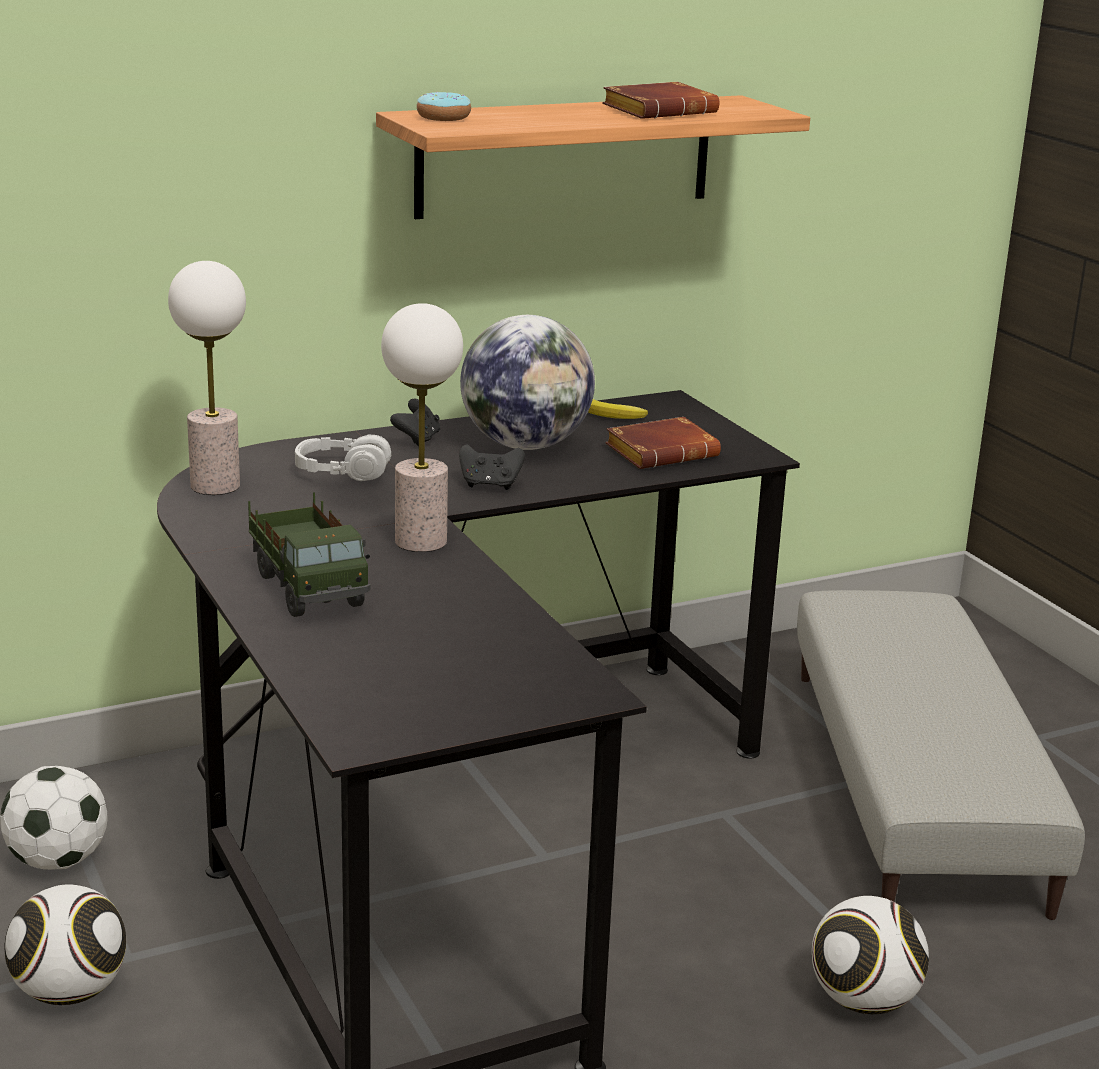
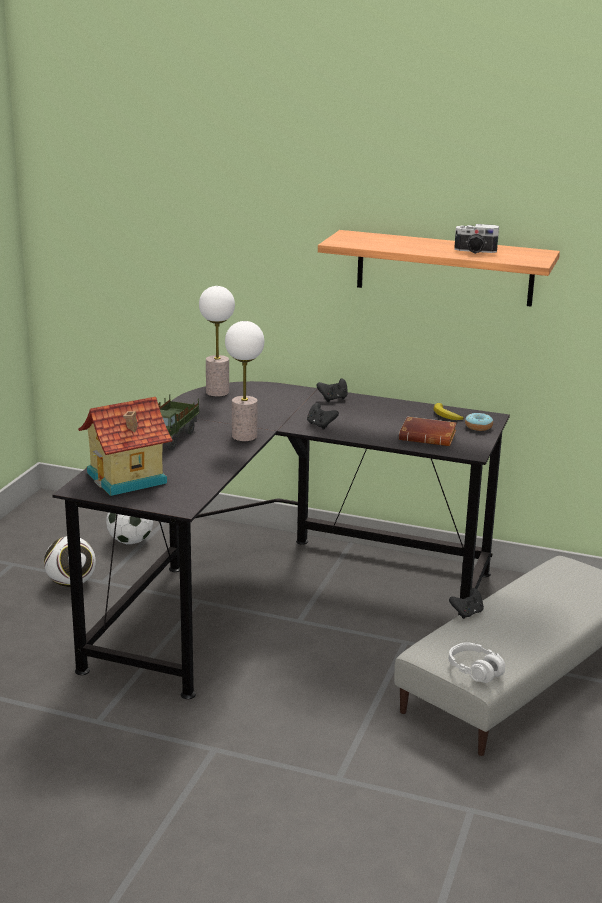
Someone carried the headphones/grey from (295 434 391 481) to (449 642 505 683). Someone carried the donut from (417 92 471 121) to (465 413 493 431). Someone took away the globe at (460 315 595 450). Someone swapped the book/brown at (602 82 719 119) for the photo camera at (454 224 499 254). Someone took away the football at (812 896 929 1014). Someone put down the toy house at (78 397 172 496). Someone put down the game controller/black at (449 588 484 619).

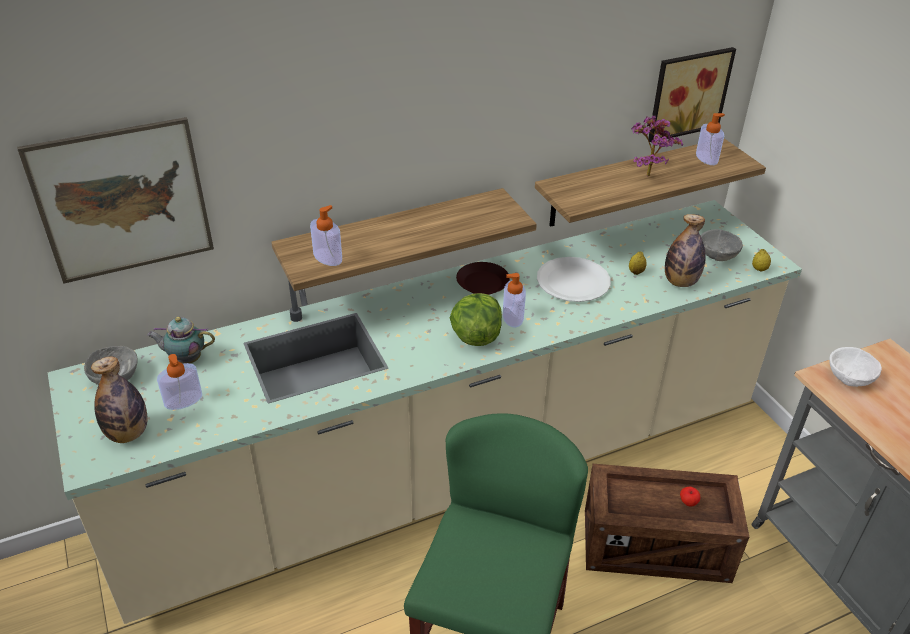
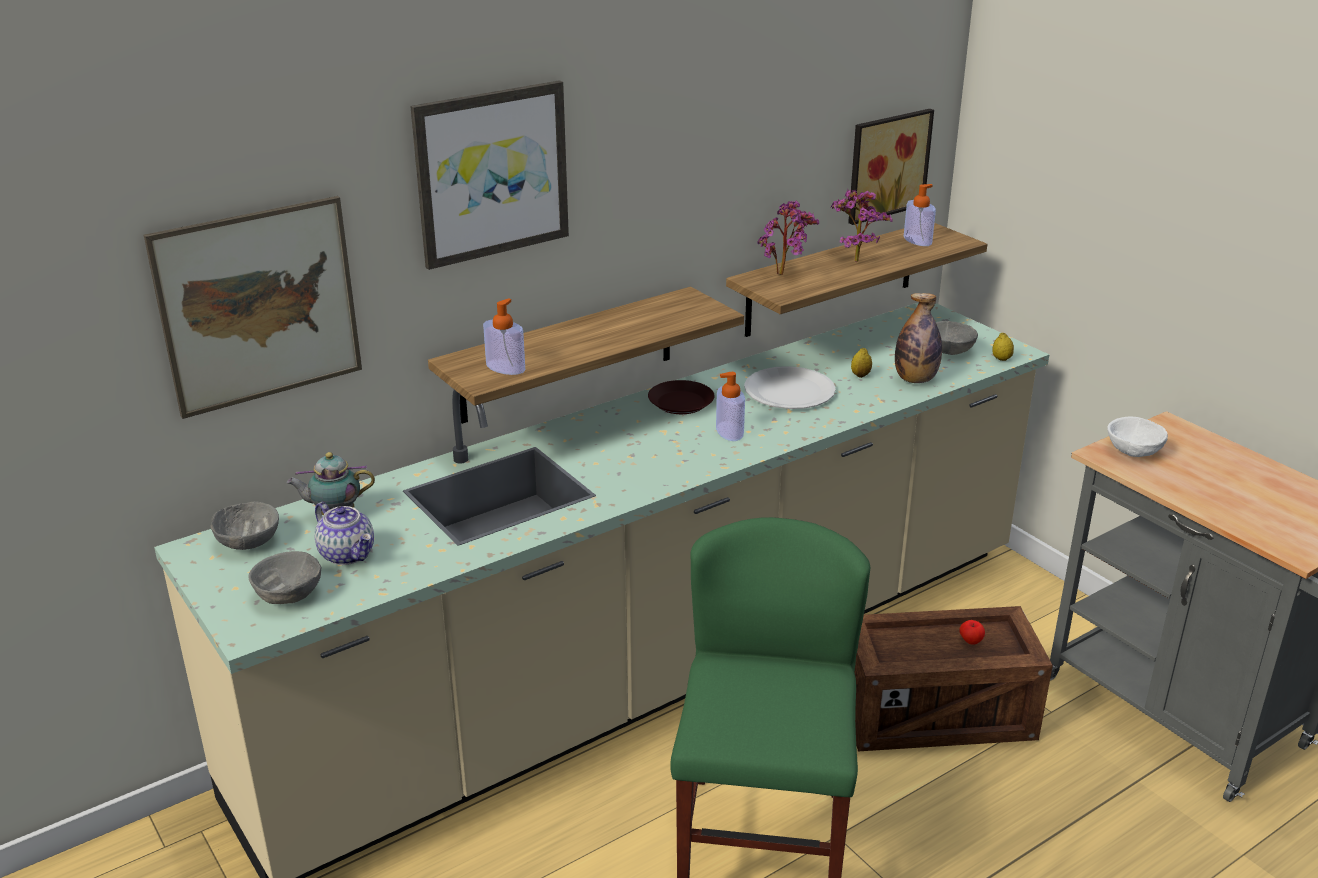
Someone swapped the bottle at (91 356 148 443) for the bowl/grey at (248 551 321 604). Someone swapped the soap dispenser at (157 354 202 410) for the teapot at (315 502 374 565). Someone took away the lettuce at (450 293 502 346). Someone put up the picture at (410 80 569 270). Someone put down the potted plant at (758 201 819 275).

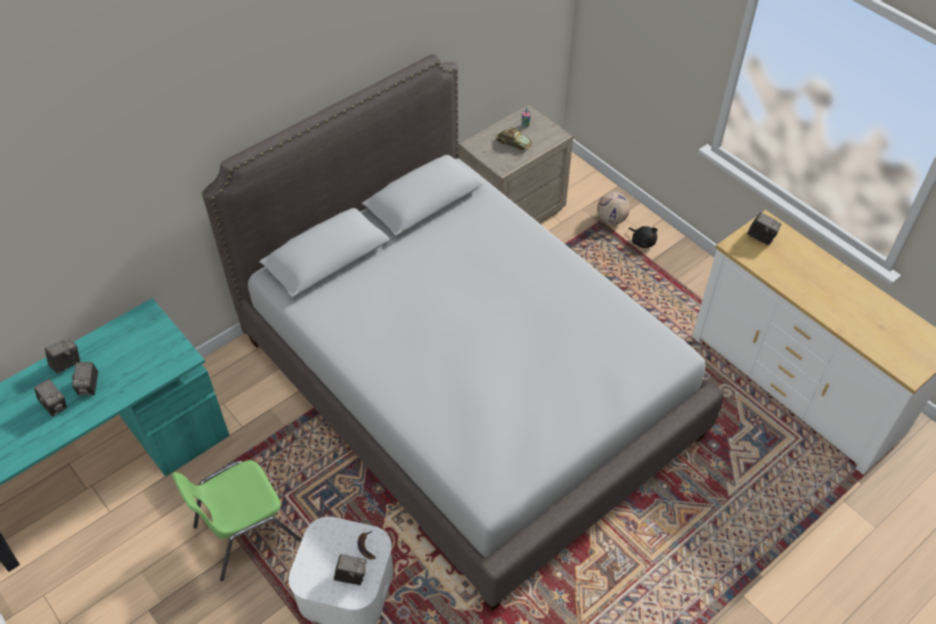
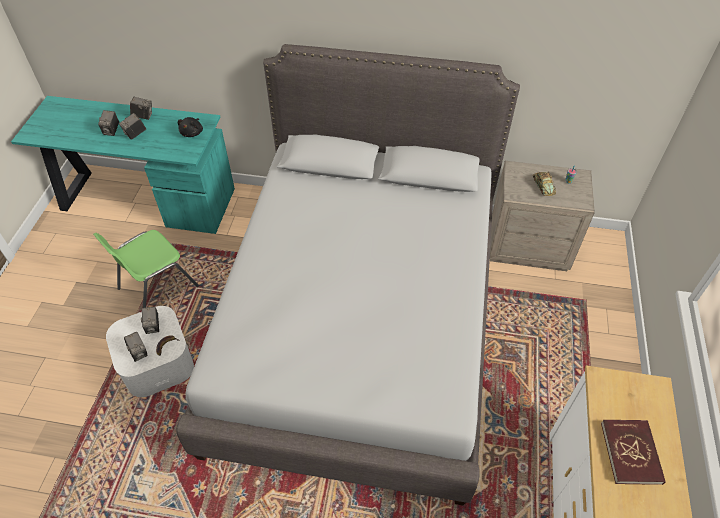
Someone rotated the chair/green at (172 460 302 581) by 60 degrees counterclockwise. Someone took away the football at (597 192 630 225). Someone carried the plush toy/black from (629 226 657 248) to (178 117 203 137). Someone carried the photo camera from (747 212 782 245) to (141 307 159 334). Someone put down the book/red at (601 420 666 485).

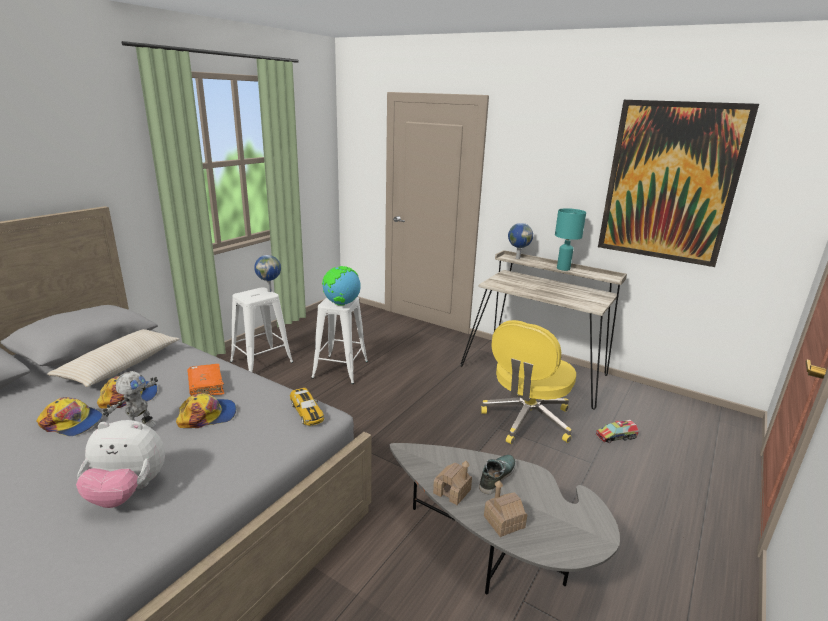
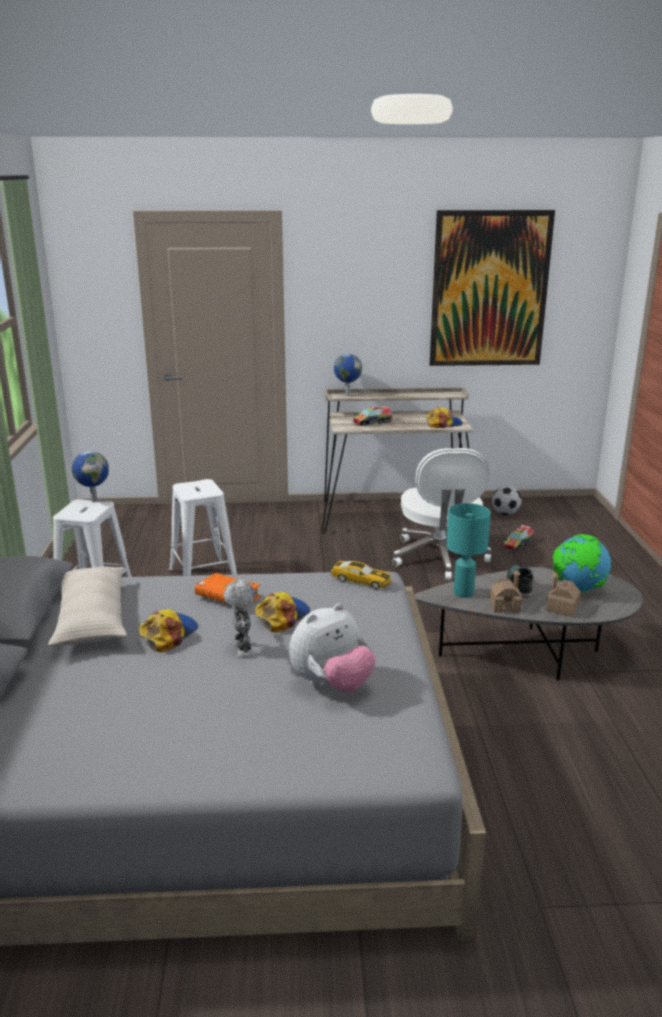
Someone carried the cap from (36 397 103 436) to (426 407 462 428). Someone carried the globe from (322 266 361 306) to (553 534 611 592). Someone repainted the office chair/yellow at (481 320 576 444), which became the office chair/white at (393 448 491 580). Someone carried the table lamp/turquoise from (555 208 586 271) to (446 503 491 598). Someone put down the toy truck at (353 406 392 427). Someone put down the football at (492 486 522 515).

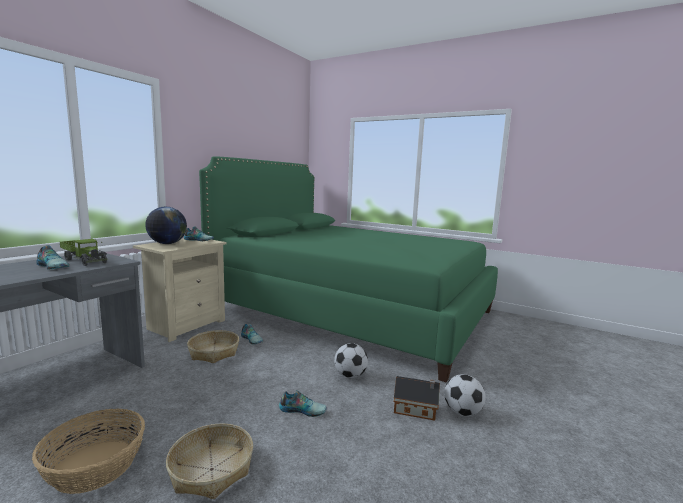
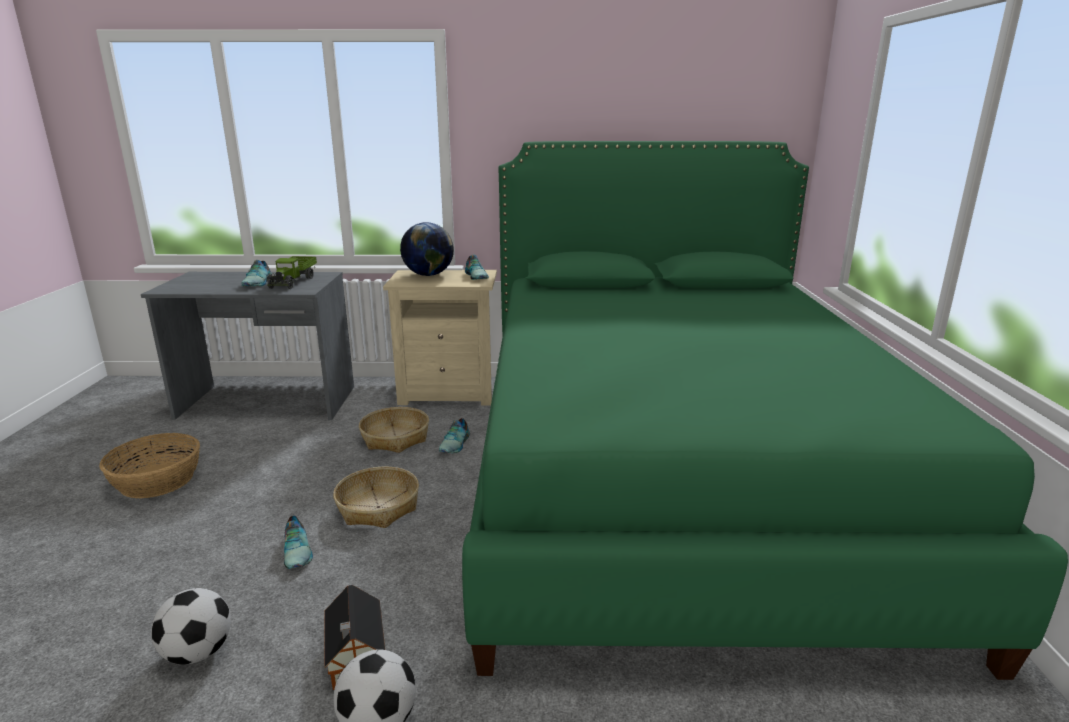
Someone carried the basket from (166 423 253 499) to (333 467 419 528). Someone carried the football from (334 343 368 378) to (151 588 231 665).

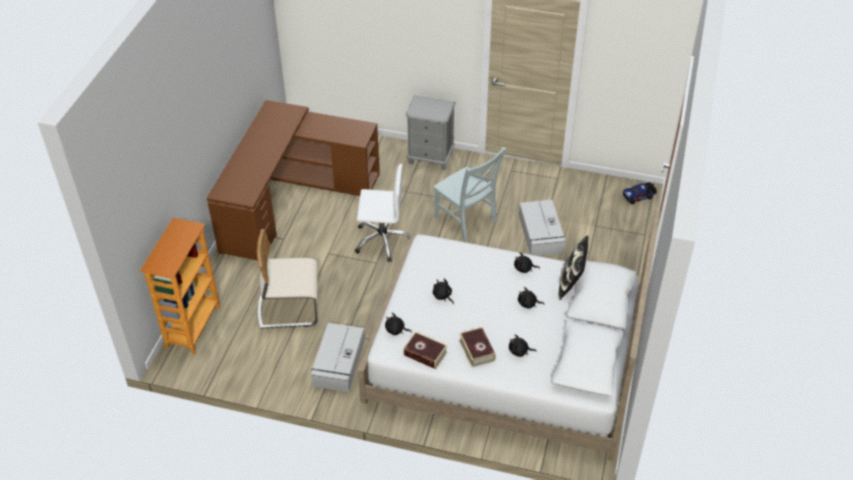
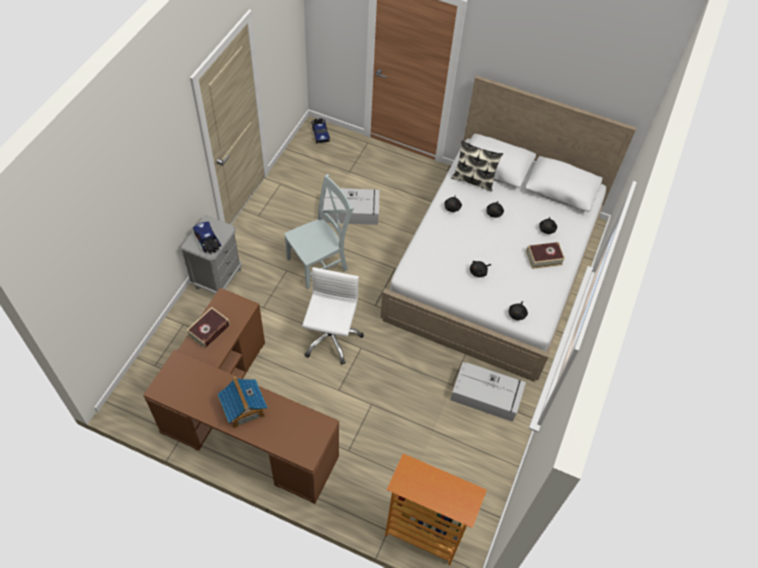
Someone took away the chair/beige at (257 229 318 329). Someone carried the book from (403 332 447 369) to (187 307 230 348). Someone put down the toy truck at (193 221 221 254). Someone put down the toy house at (218 376 267 428).

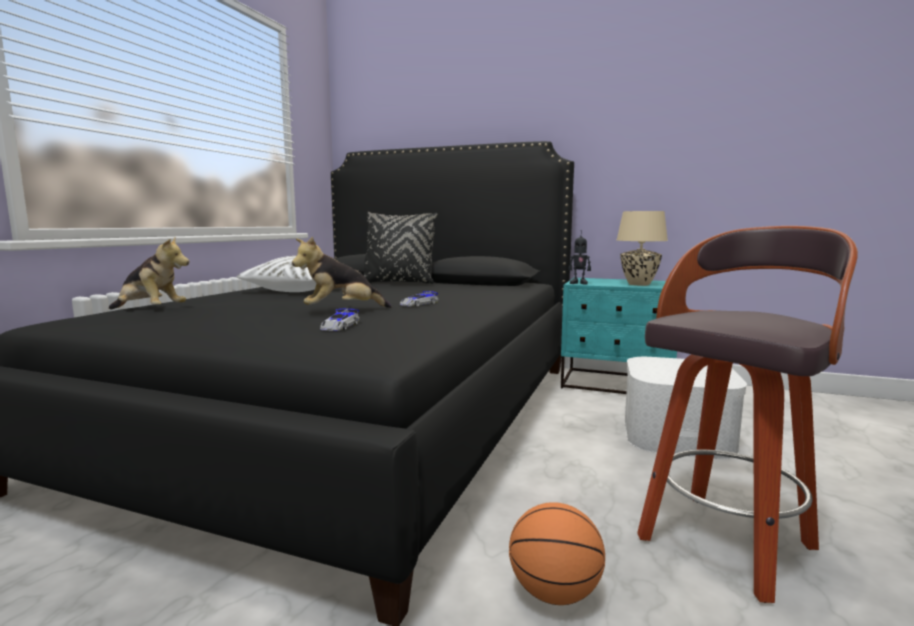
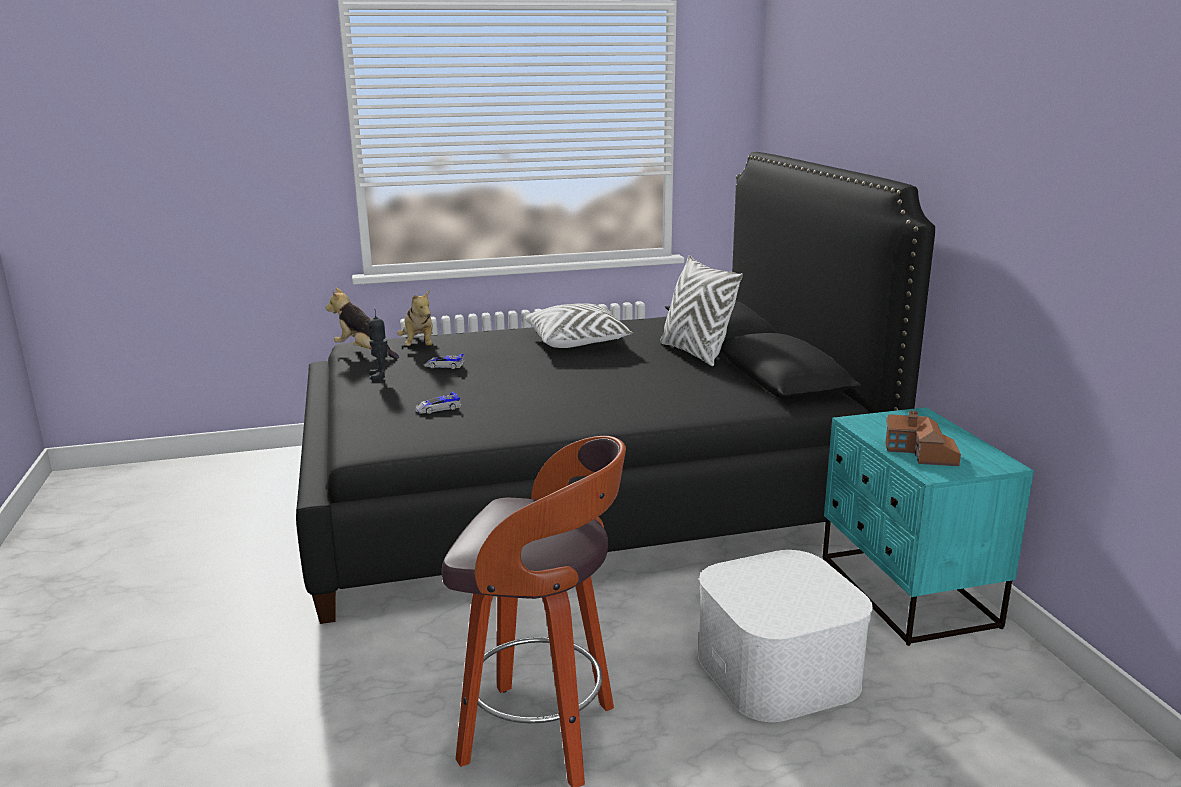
Someone carried the plush toy from (292 236 392 308) to (325 288 399 359). Someone repainted the pillow/black at (364 212 437 284), which became the pillow/white at (660 255 743 366). Someone carried the toy car from (400 291 439 307) to (424 353 464 369). Someone took away the basketball at (509 502 605 605). Someone carried the toy robot from (569 230 591 285) to (369 309 387 380). Someone swapped the table lamp/beige at (617 211 668 286) for the toy house at (885 410 961 466).

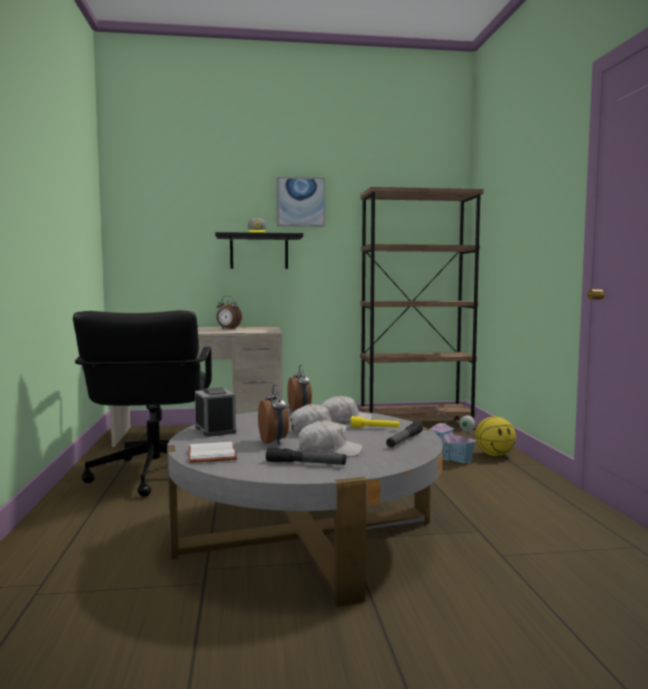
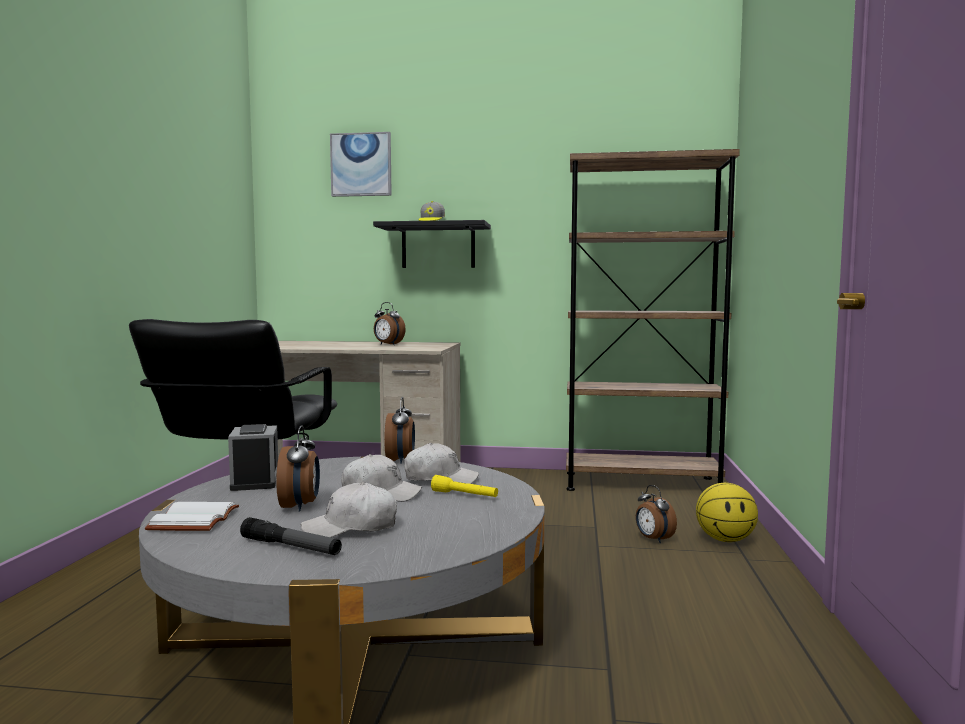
Someone carried the picture from (277 177 325 227) to (330 132 392 197). Someone rotated the cap/white at (298 420 362 457) by 150 degrees clockwise. Someone took away the flashlight at (386 422 423 447). Someone swapped the toy house at (430 409 477 464) for the alarm clock at (636 485 677 543).

